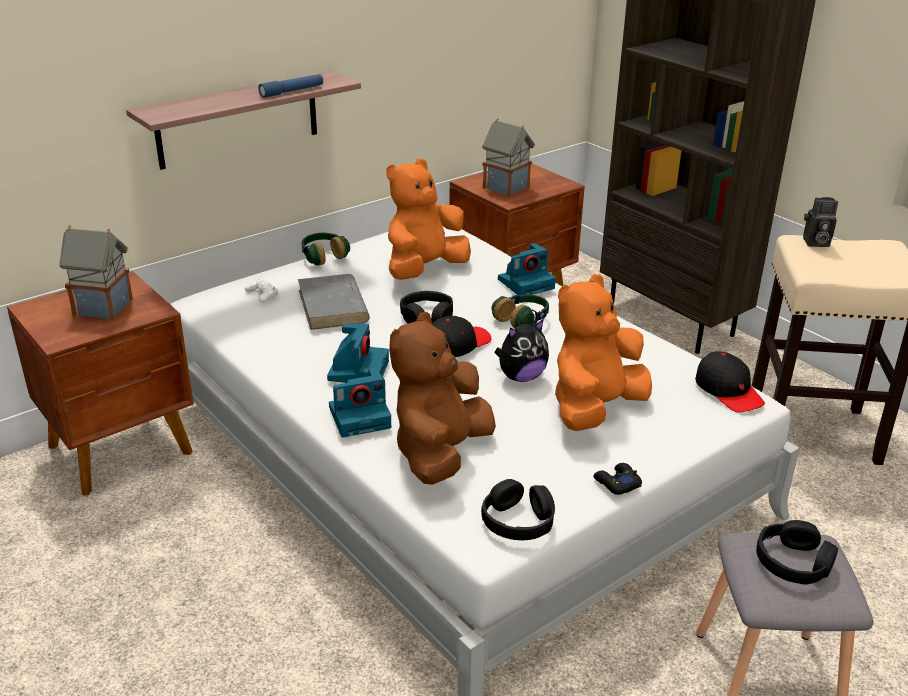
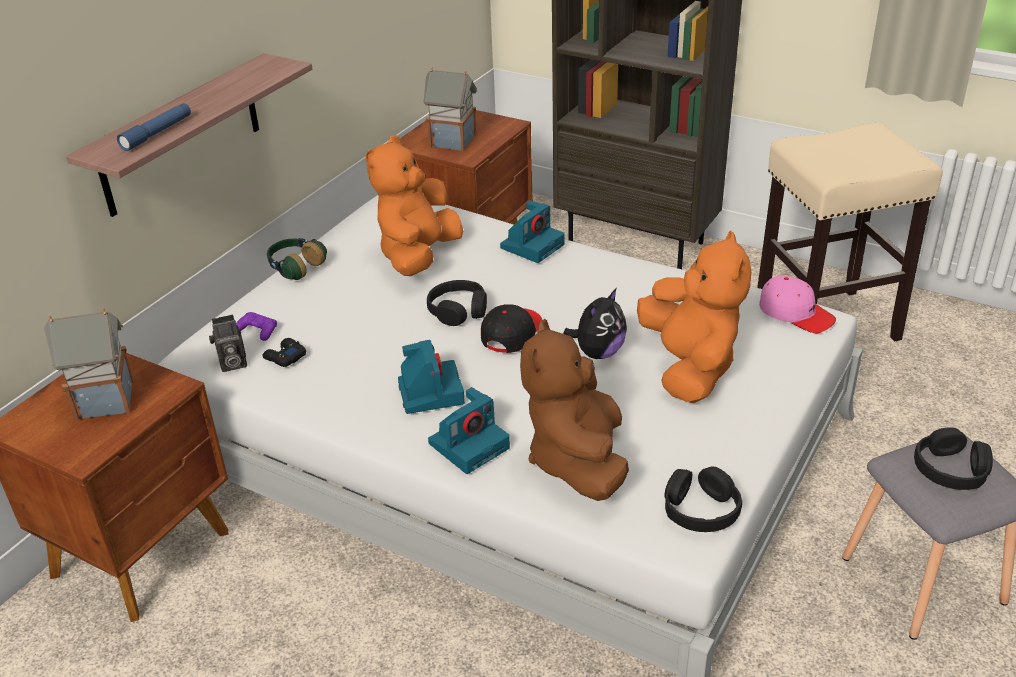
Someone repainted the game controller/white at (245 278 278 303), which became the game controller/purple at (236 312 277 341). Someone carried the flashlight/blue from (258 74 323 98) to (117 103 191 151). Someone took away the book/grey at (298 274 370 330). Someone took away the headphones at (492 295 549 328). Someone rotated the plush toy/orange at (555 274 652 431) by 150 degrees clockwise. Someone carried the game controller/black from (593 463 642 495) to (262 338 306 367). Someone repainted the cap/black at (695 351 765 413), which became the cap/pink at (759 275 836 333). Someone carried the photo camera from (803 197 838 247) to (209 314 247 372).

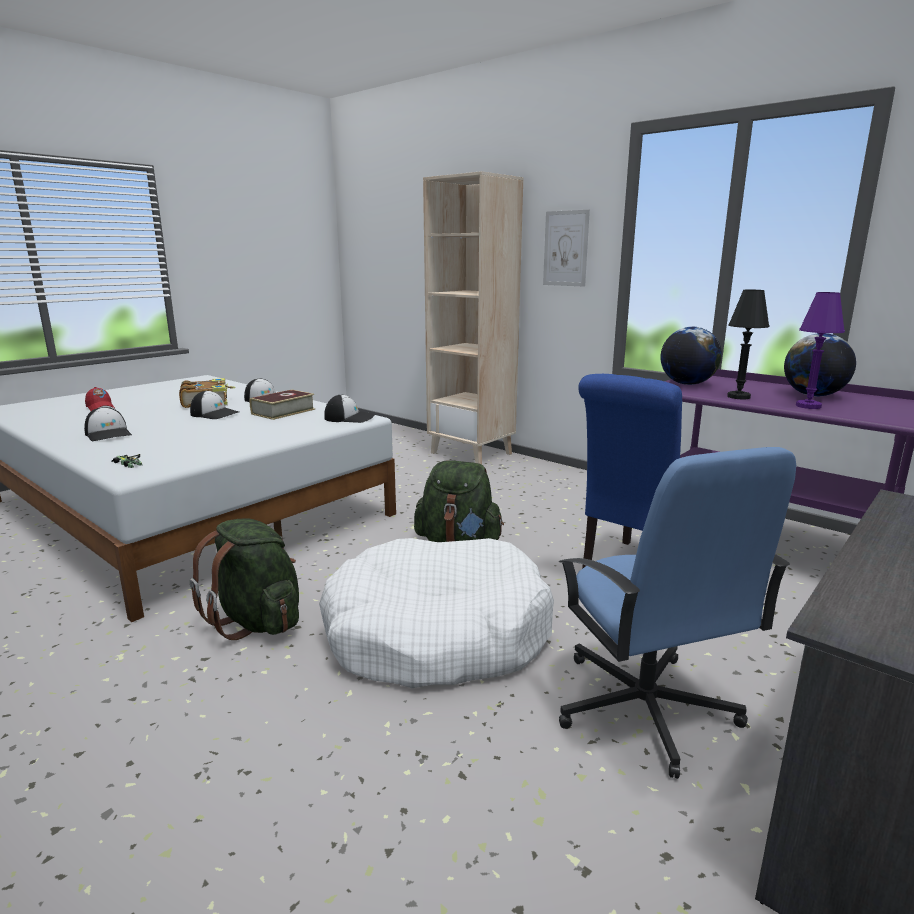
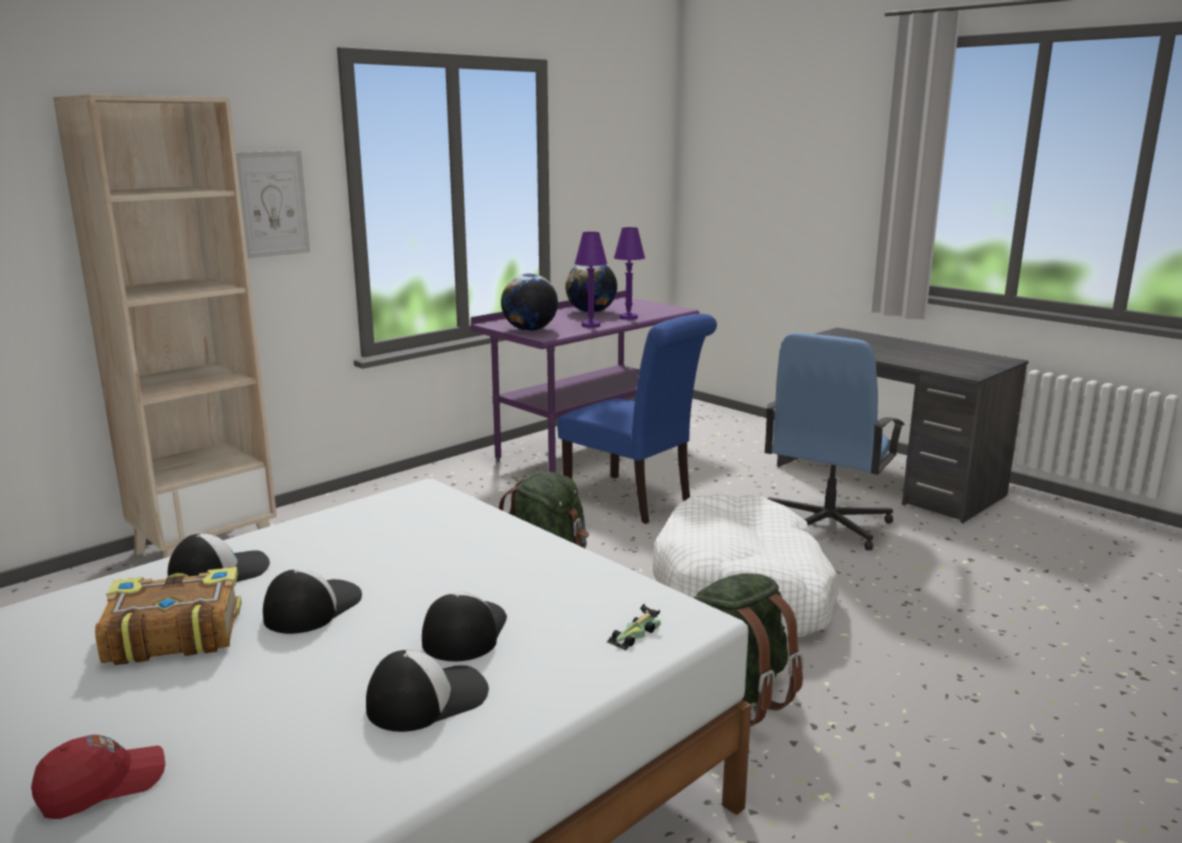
Someone took away the book at (250 390 315 420). Someone carried the cap from (324 394 375 423) to (422 592 507 661). Someone rotated the office chair/blue at (559 447 796 779) by 135 degrees clockwise. Someone repainted the table lamp/black at (727 290 769 399), which became the table lamp/purple at (575 232 607 328).

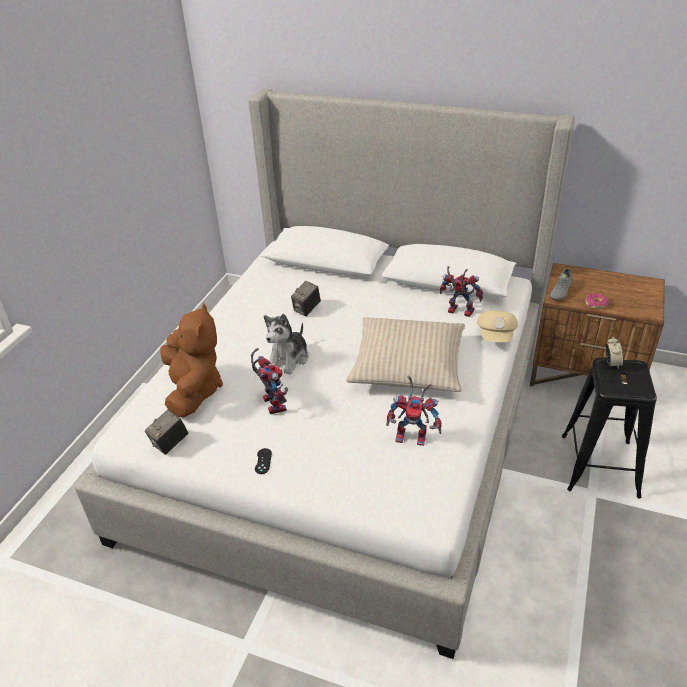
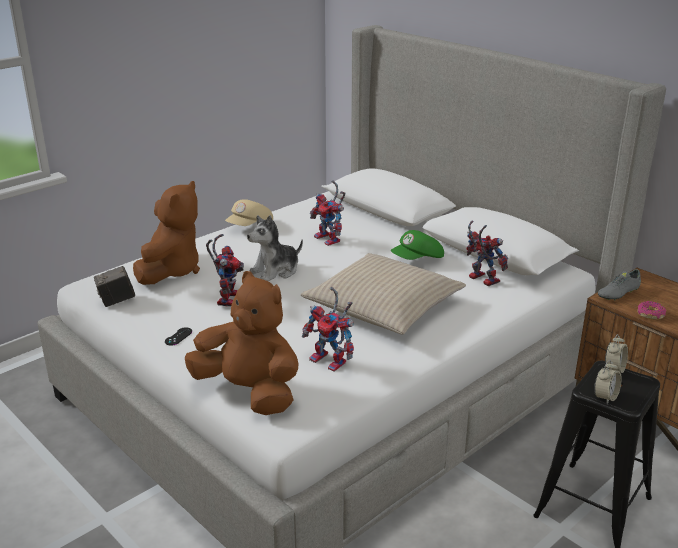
Someone swapped the photo camera at (291 281 321 316) for the toy robot at (310 180 346 246). Someone carried the cap/beige from (477 310 518 342) to (225 199 273 226). Someone put down the plush toy/brown at (185 271 299 415). Someone put down the cap/green at (391 230 444 260). Someone put down the alarm clock at (594 360 622 404).

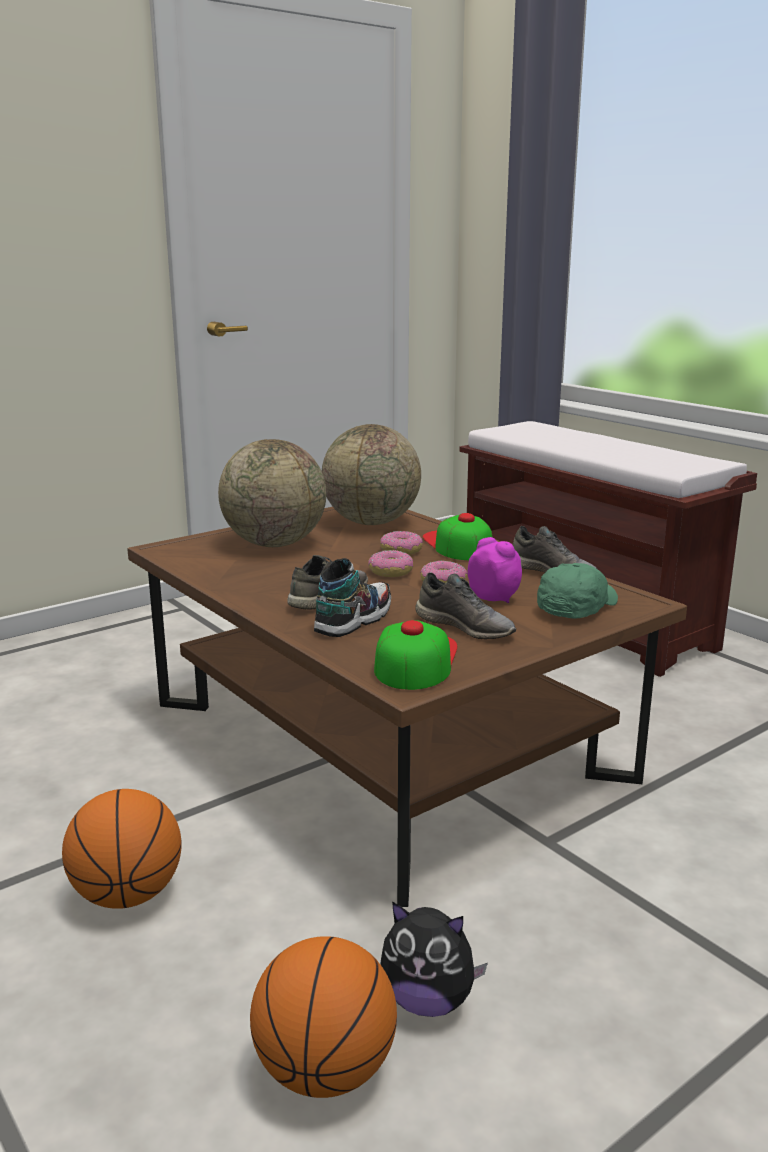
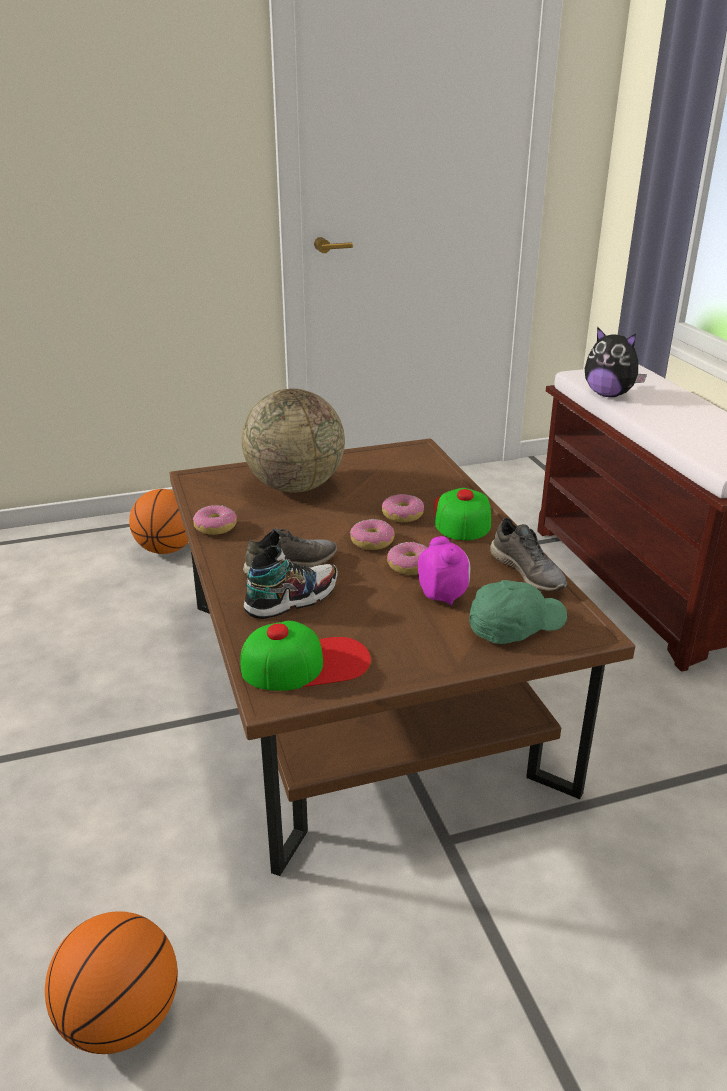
Someone carried the basketball from (62 789 182 909) to (129 489 188 554). Someone took away the globe at (322 424 421 525). Someone rotated the cap at (374 620 457 690) by 45 degrees clockwise. Someone carried the plush toy from (380 901 488 1017) to (585 327 647 397). Someone took away the shoe/grey at (415 572 516 639). Someone put down the donut at (193 505 237 535).

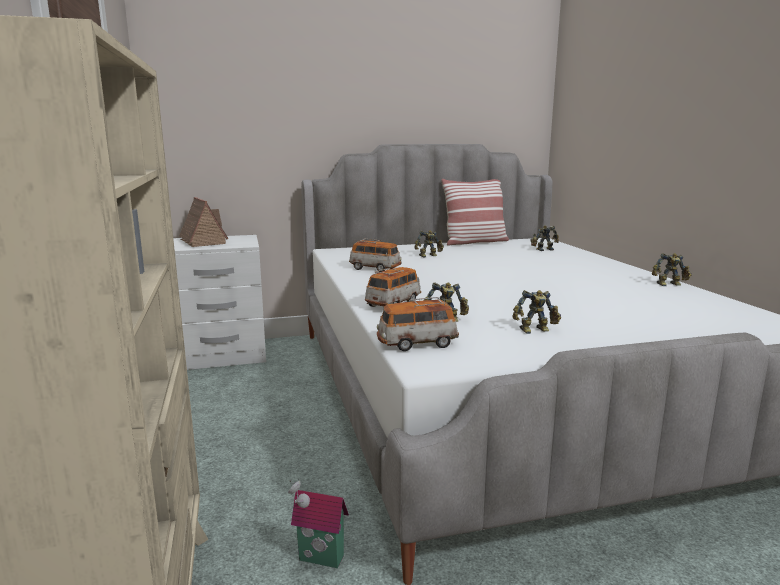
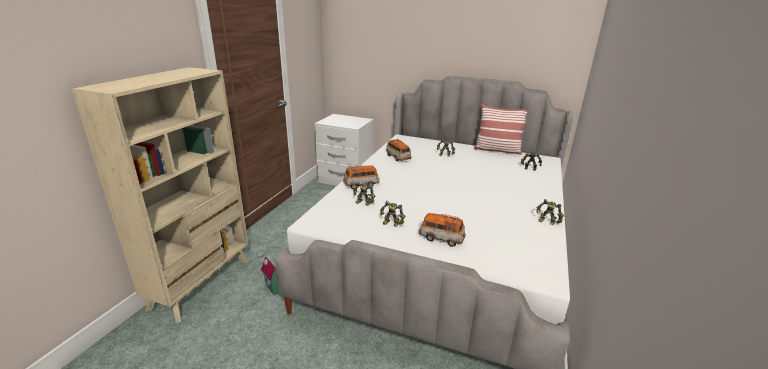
Someone took away the toy house at (179 197 229 247). Someone carried the toy car from (377 297 459 351) to (419 213 466 247).

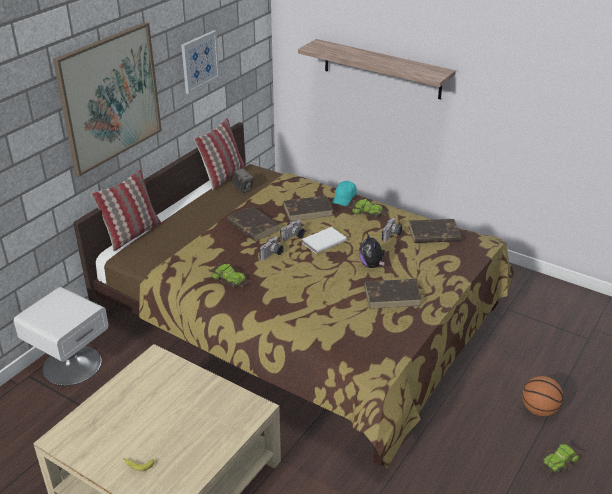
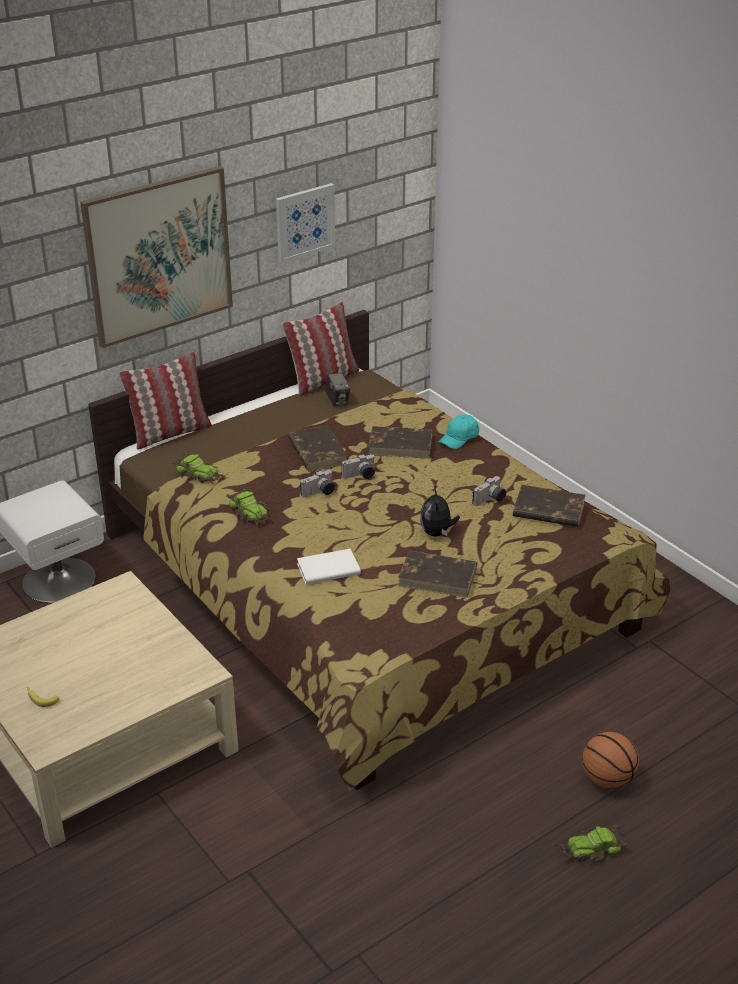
Someone took away the shelf at (298 39 456 99). Someone carried the book/white from (302 227 347 254) to (297 549 361 584). Someone carried the toy car from (349 199 388 217) to (172 453 224 484).

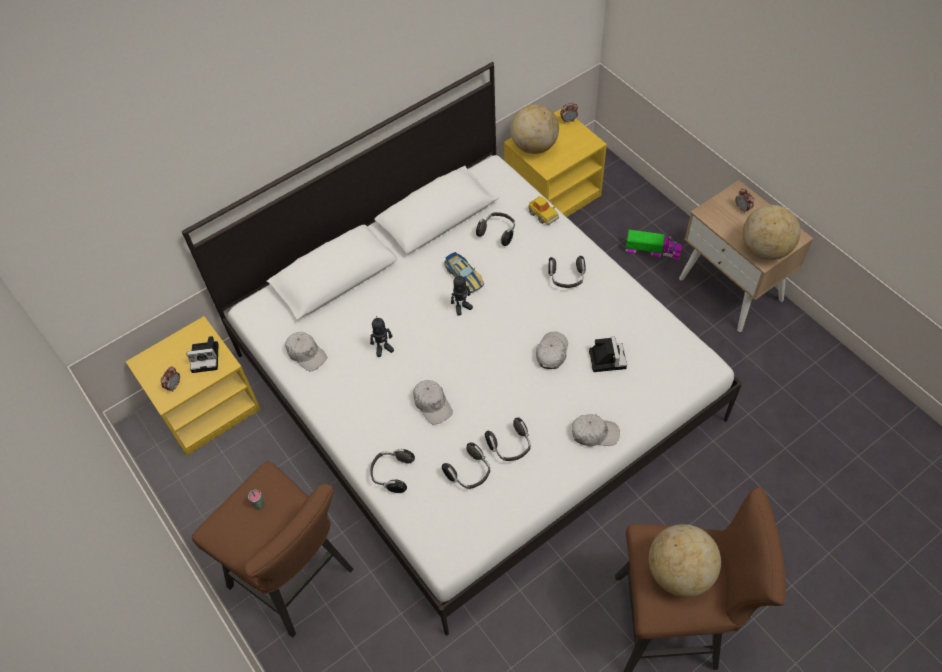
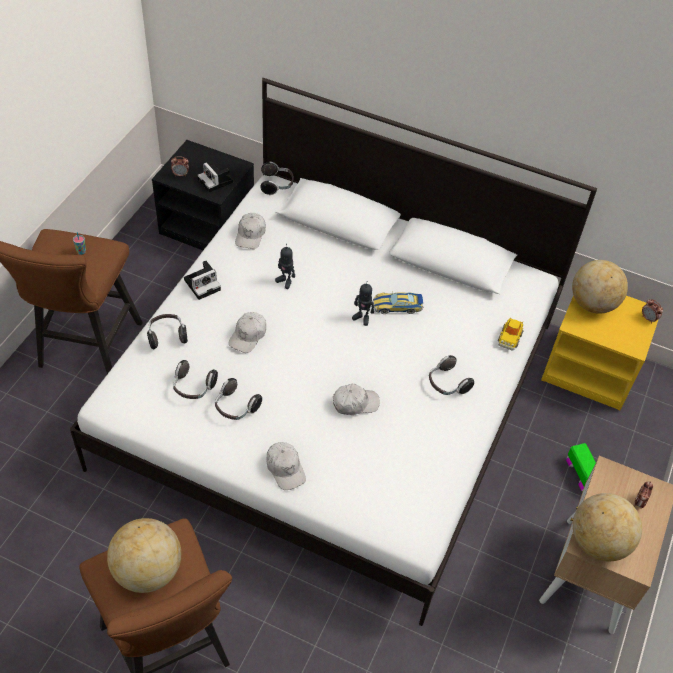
Someone repainted the nightstand/yellow at (126 316 261 456), which became the nightstand/black at (152 140 254 250). Someone rotated the toy car at (444 252 484 293) by 60 degrees clockwise. Someone carried the headphones from (476 212 515 246) to (260 162 294 195). Someone carried the photo camera from (589 337 627 372) to (184 261 221 300).

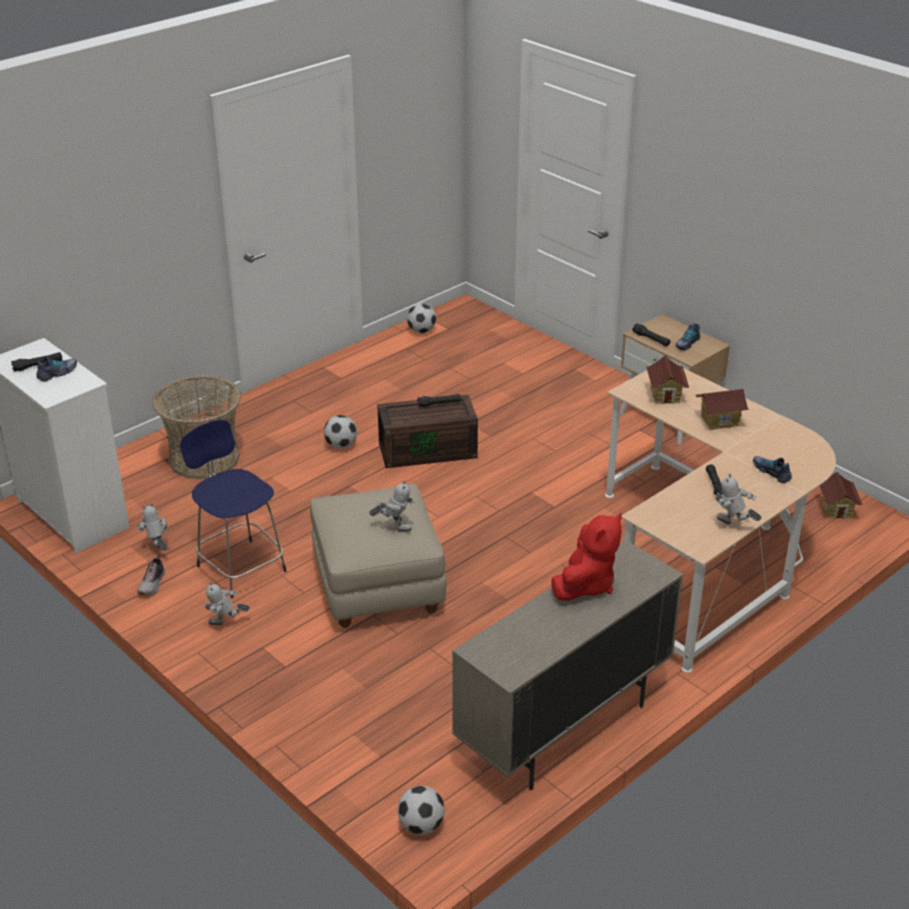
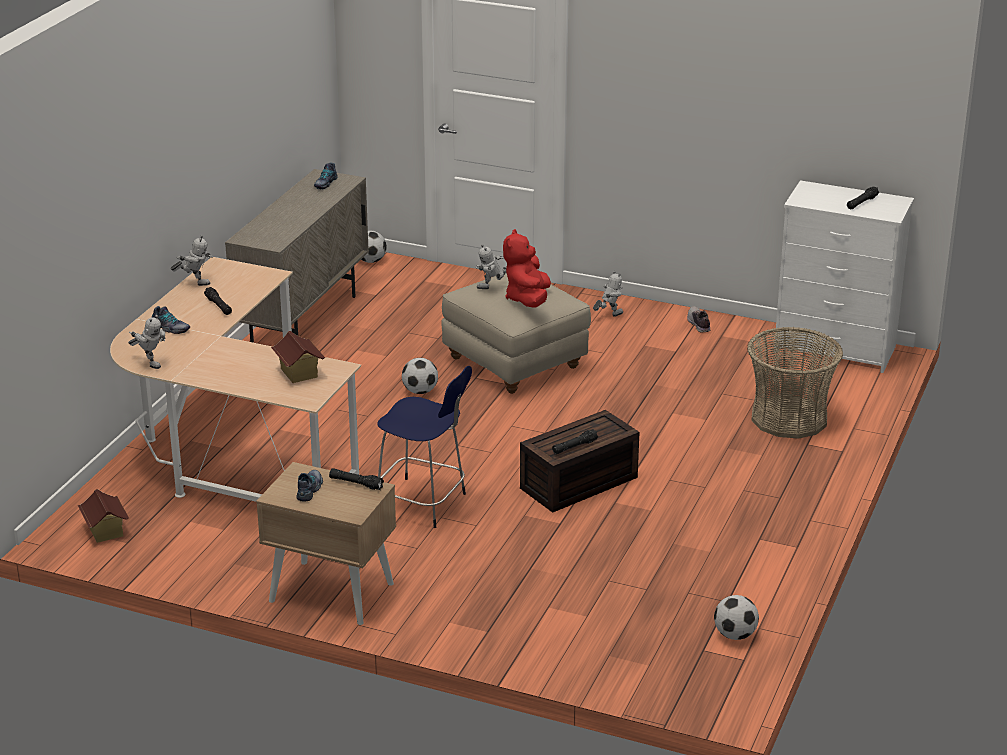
Someone carried the shoe from (36 356 77 381) to (314 163 338 190). Someone carried the toy robot from (137 503 168 550) to (128 315 165 369). Someone carried the stool/blue from (180 420 286 598) to (377 366 472 528). Someone carried the football from (324 415 357 449) to (402 358 438 394). Someone carried the plush toy/red from (551 513 622 601) to (503 229 551 307). Someone took away the toy house at (696 389 749 430).

